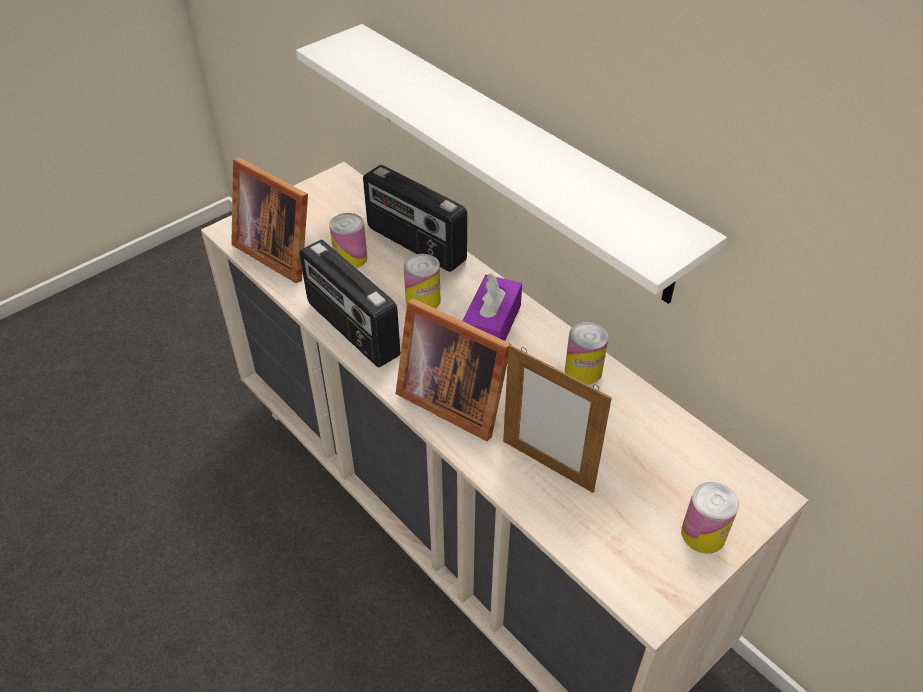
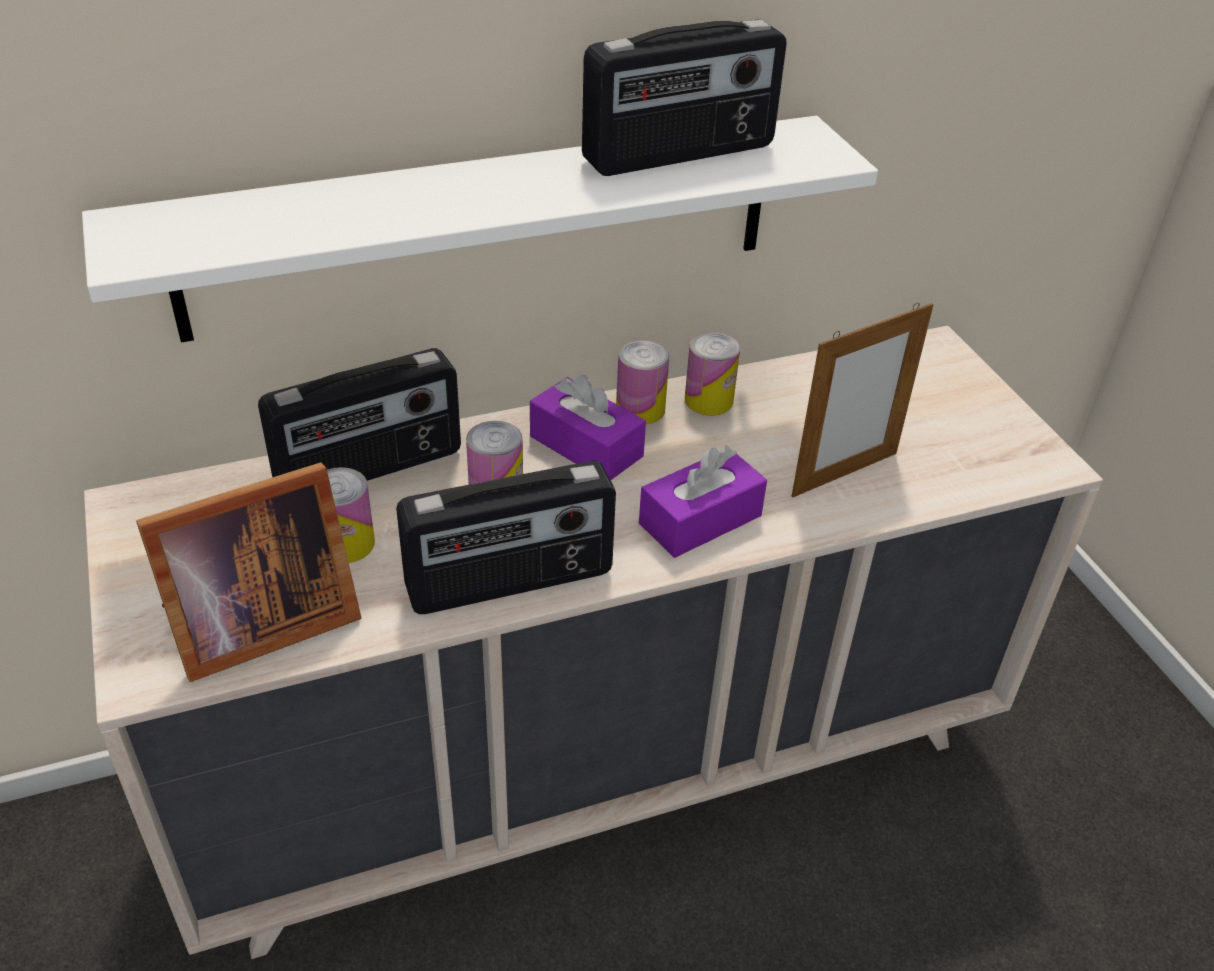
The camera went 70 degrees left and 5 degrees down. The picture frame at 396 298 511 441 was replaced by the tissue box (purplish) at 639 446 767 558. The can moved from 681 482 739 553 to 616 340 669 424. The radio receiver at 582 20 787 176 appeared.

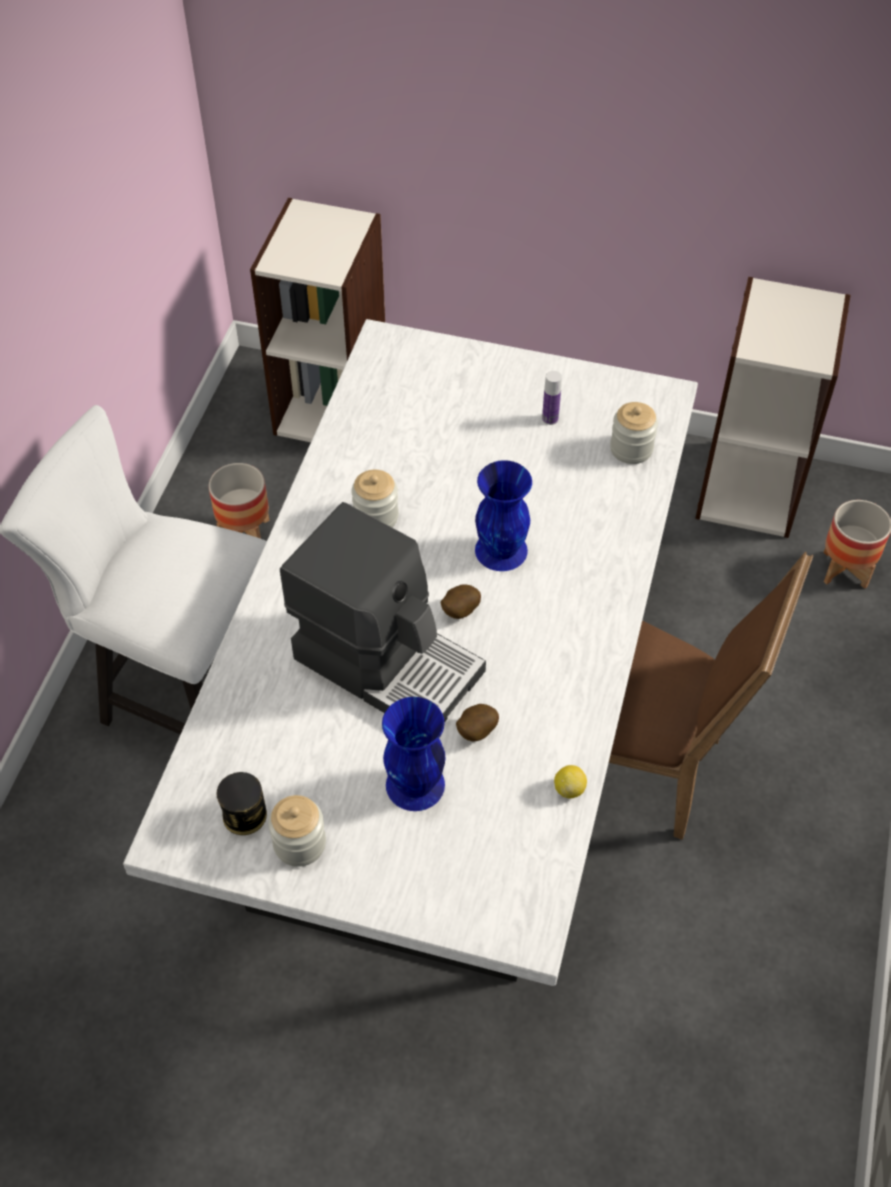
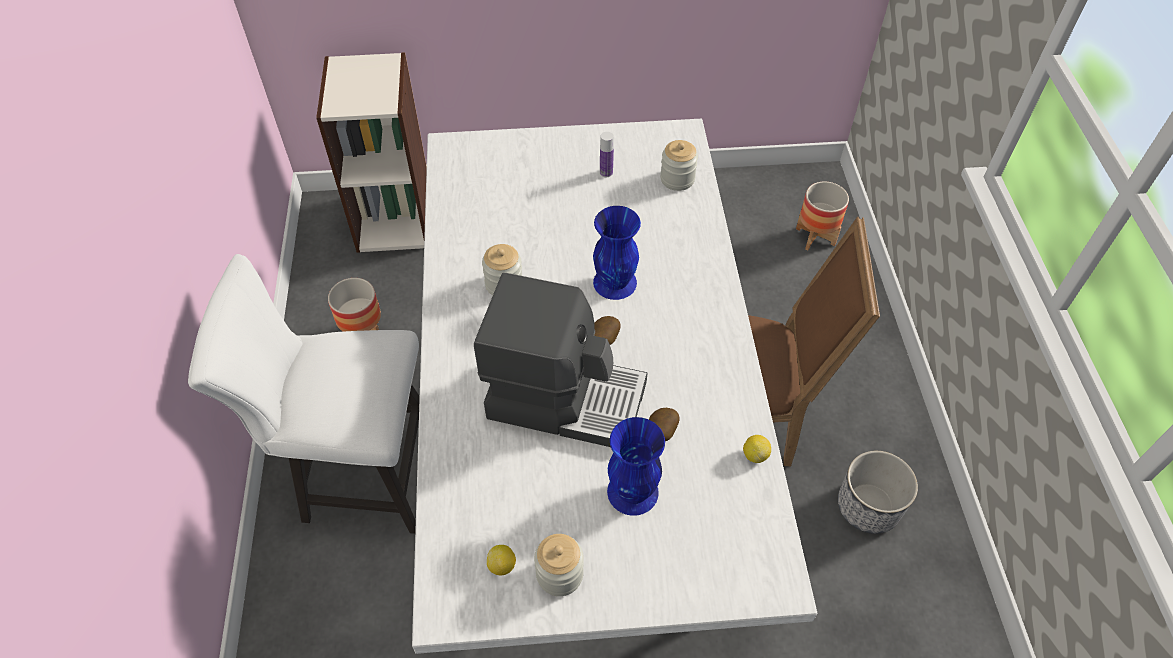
The camera went 20 degrees left and 0 degrees up. The bookshelf at 695 277 850 538 disappeared. The can at 216 772 267 835 was replaced by the whole lemon at 487 545 516 575. The plant pot at 838 451 918 534 appeared.

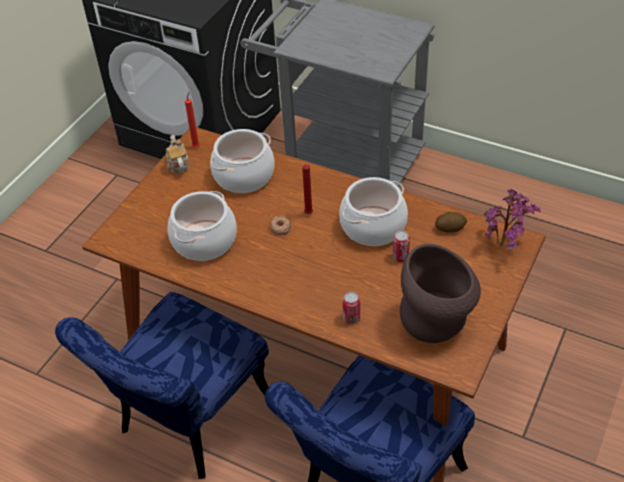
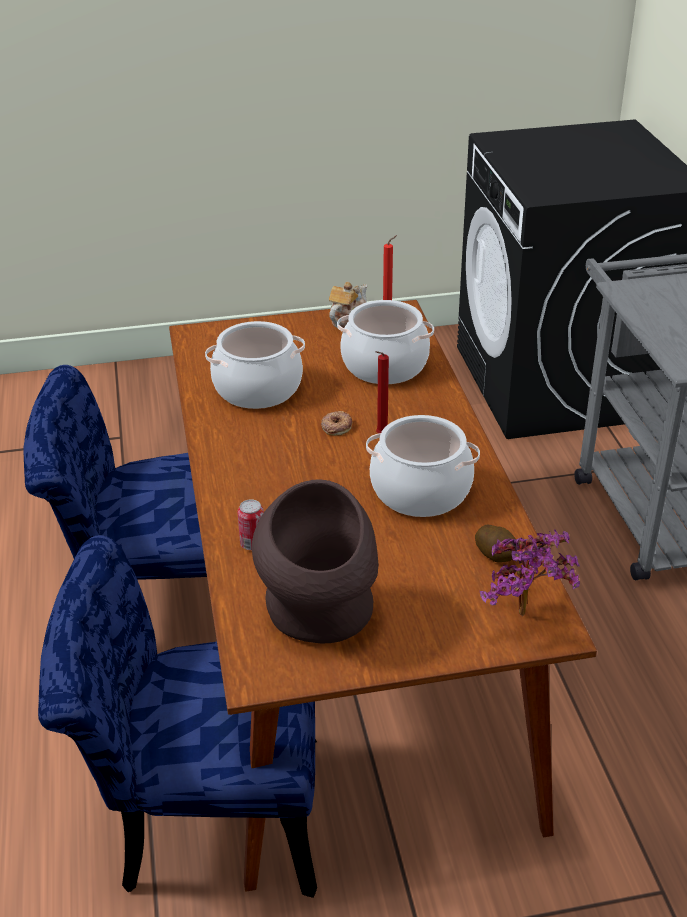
The camera went 50 degrees right and 10 degrees down. The can at 392 231 410 262 disappeared.

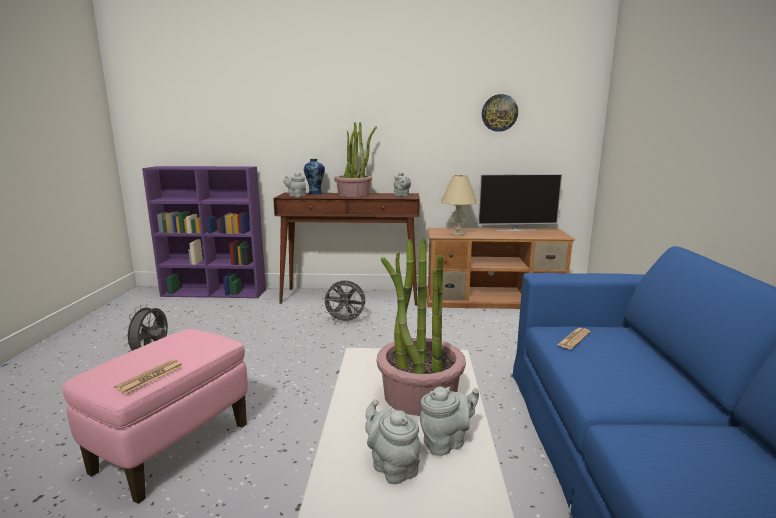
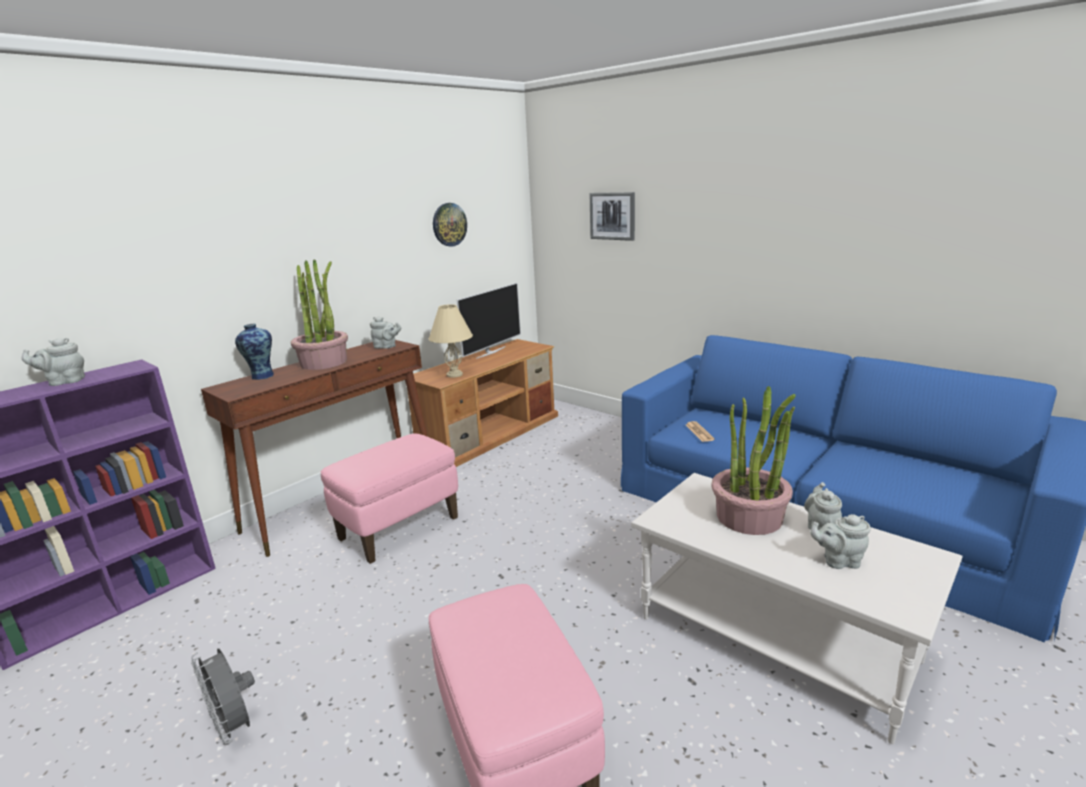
The camera went 50 degrees left and 5 degrees up. The pot for tea (gray) moved from 283 172 306 197 to 22 338 85 386. The electric fan (gray) at 322 281 367 323 was replaced by the footrest (pink-coloured) at 321 433 458 564. The printed paper at 114 360 183 394 disappeared. The wall picture at 590 192 635 241 appeared.

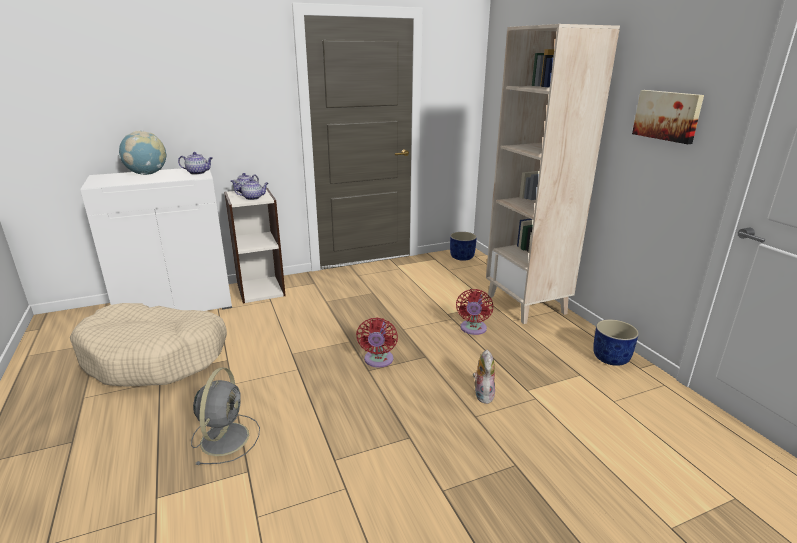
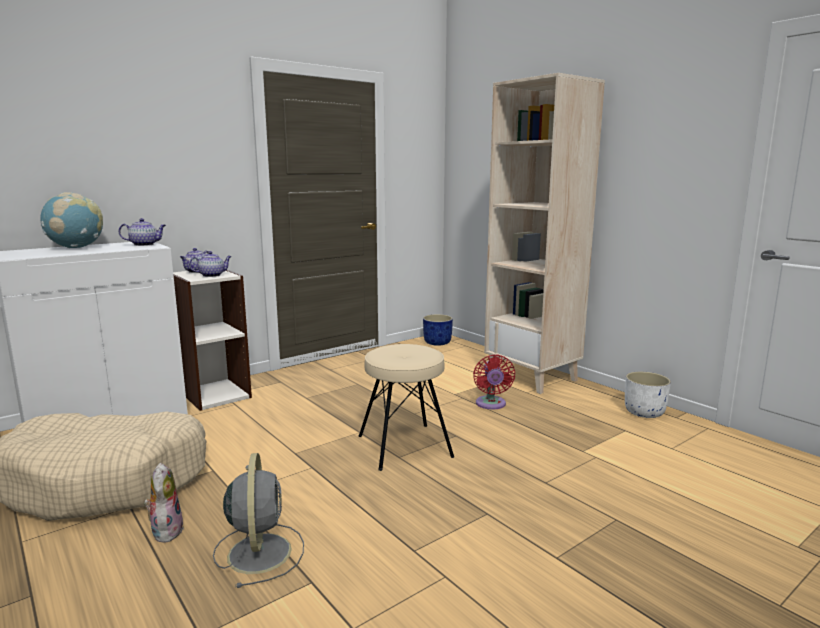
The camera went 15 degrees left and 10 degrees down. The wall picture at 632 90 704 144 disappeared. The electric fan (red) at 356 317 398 368 was replaced by the stool (beige) at 359 344 454 471. The plant pot (blue) at 593 319 639 366 became the plant pot (white-coloured) at 625 372 671 418. The cuddly toy moved from 473 350 495 404 to 144 463 184 543.

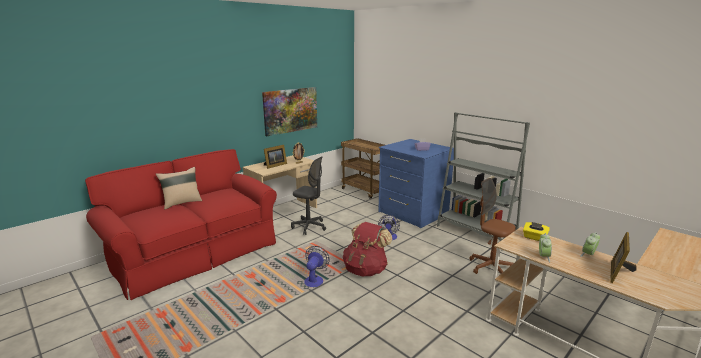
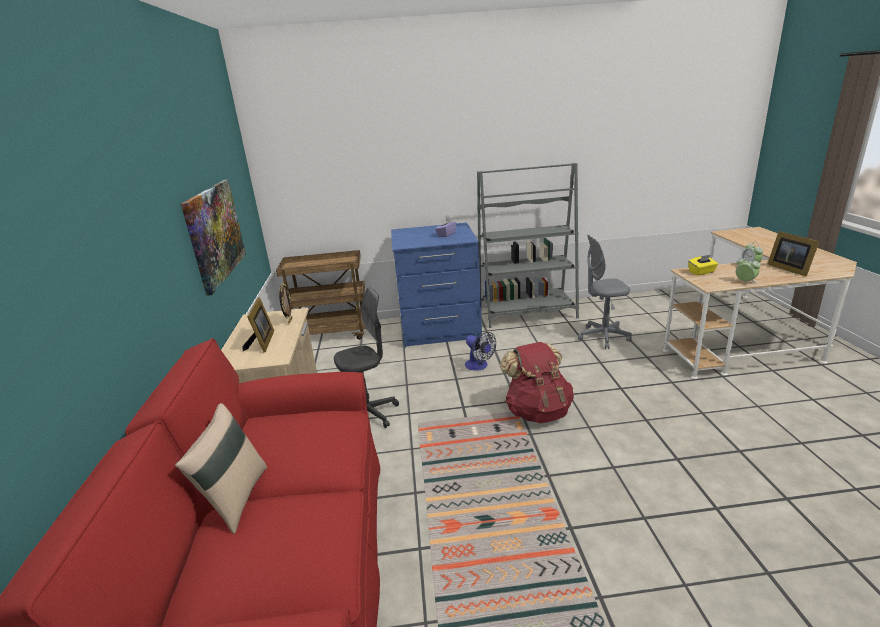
The camera went 50 degrees left and 5 degrees up. The desk chair (brownish) at 469 178 516 274 became the desk chair (gray) at 578 235 632 349. The electric fan at 304 246 330 288 disappeared.

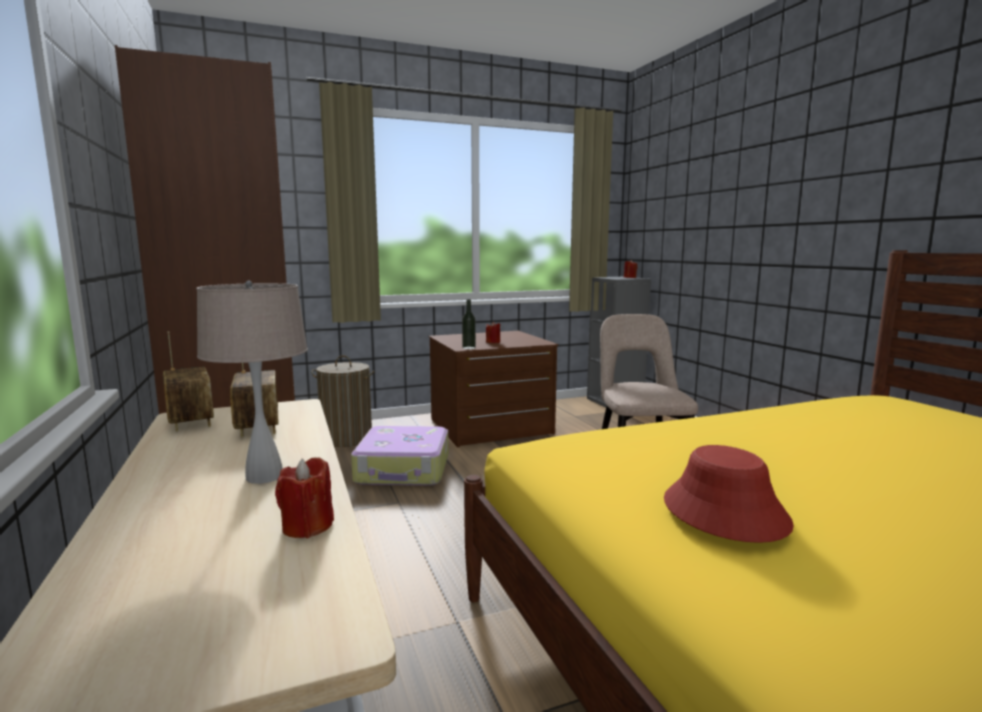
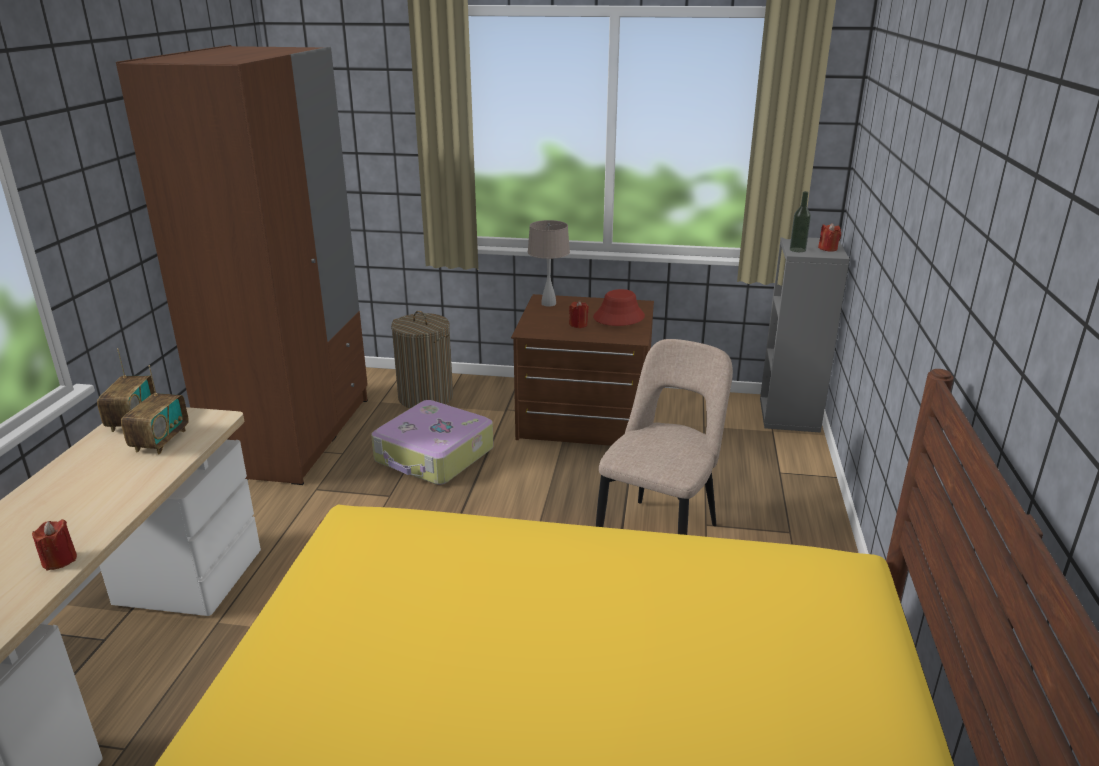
The camera went 30 degrees right and 15 degrees up. The tabletop lamp (beige) moved from 196 281 308 484 to 528 220 570 307. The beverage bottle moved from 462 299 476 349 to 790 191 811 252. The clothing hat (red) moved from 664 445 794 543 to 593 289 645 326.

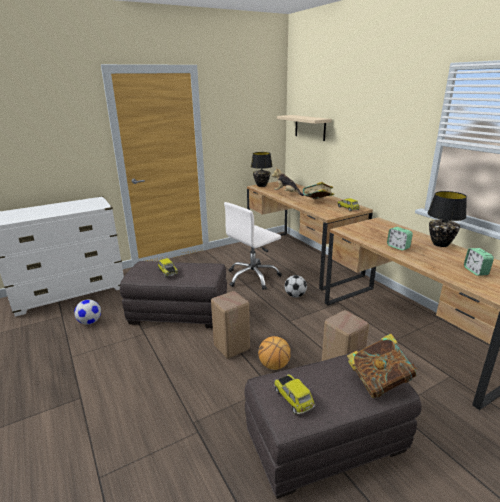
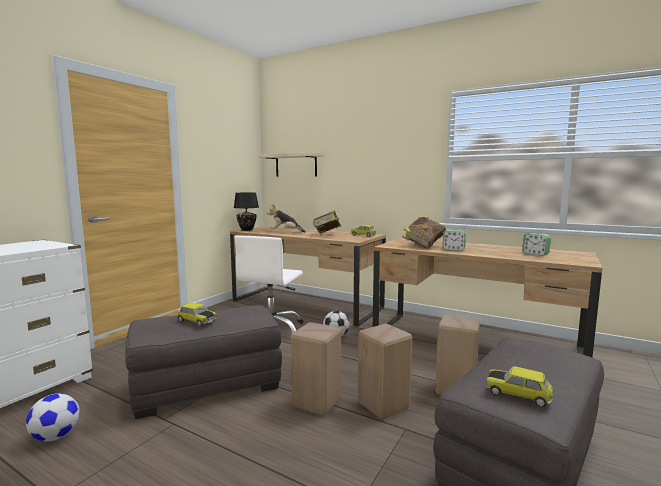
The camera went 30 degrees left and 15 degrees down. The tabletop lamp (black) at 428 191 467 247 disappeared. The bound book moved from 347 333 417 398 to 402 214 446 249. The basketball at 258 336 291 370 was replaced by the stool (beige) at 358 324 412 419.

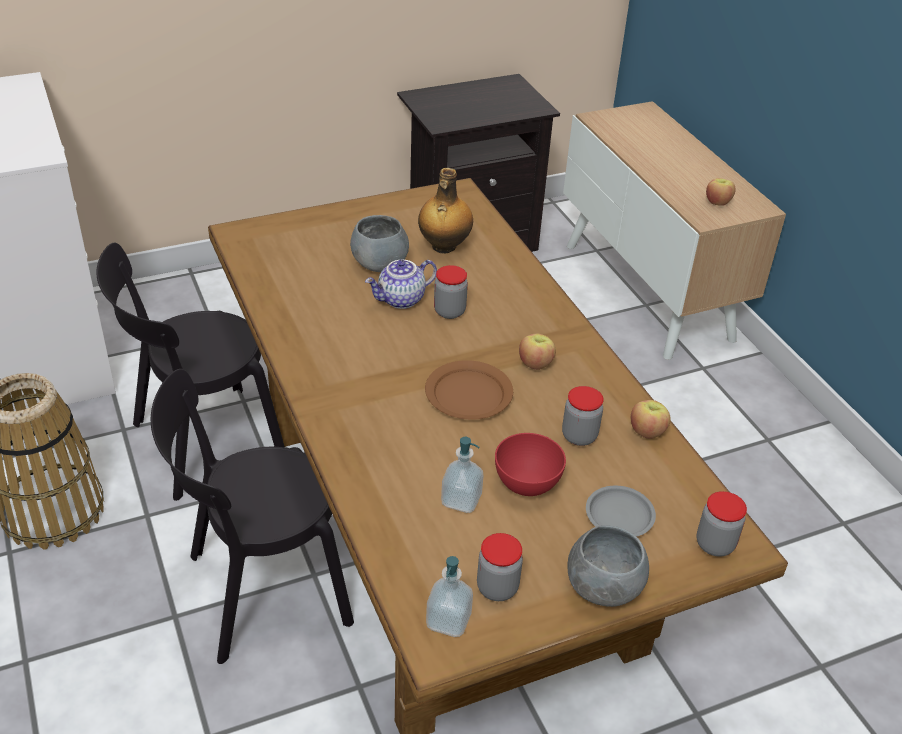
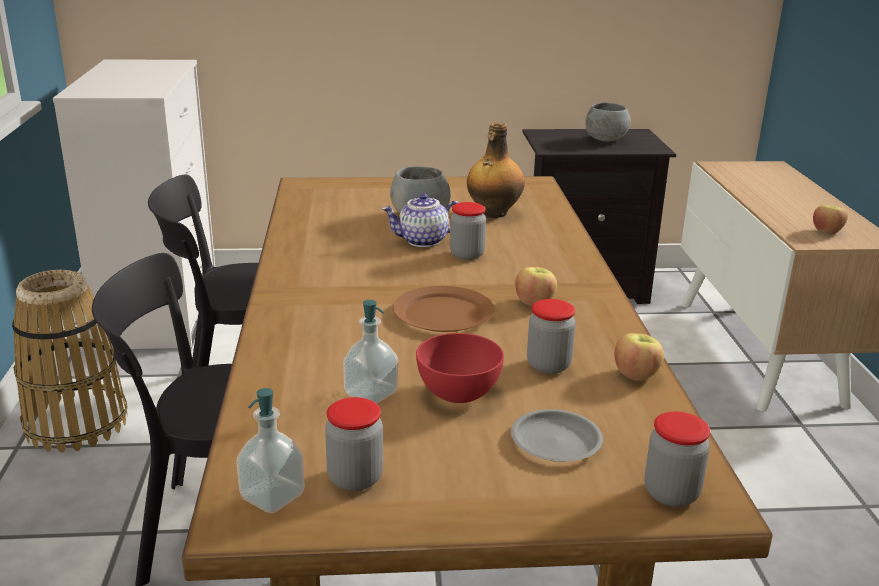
The camera went 20 degrees right and 15 degrees down. The serving bowl (gray) moved from 568 525 649 607 to 585 102 631 142.

